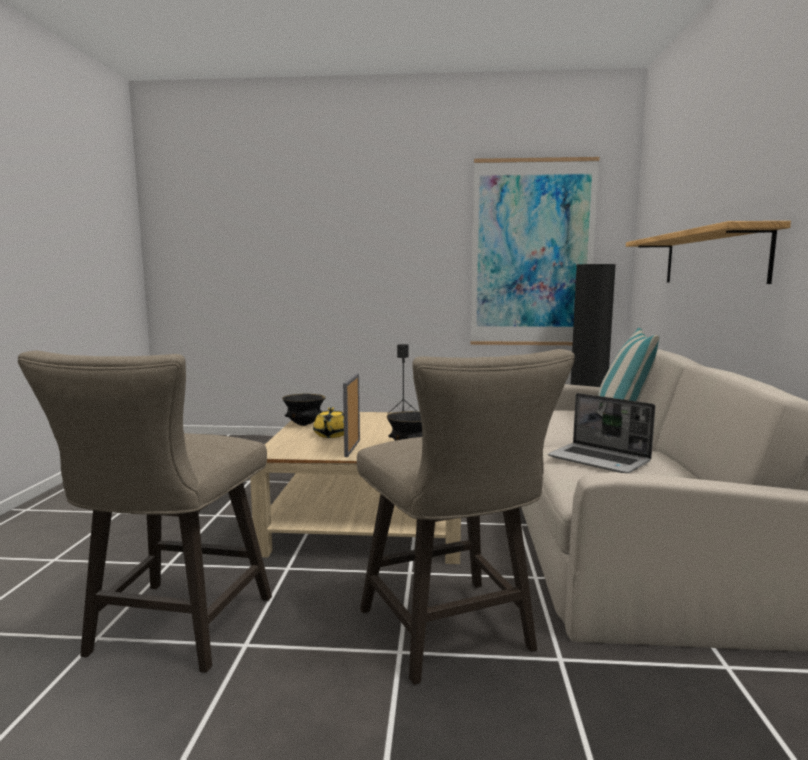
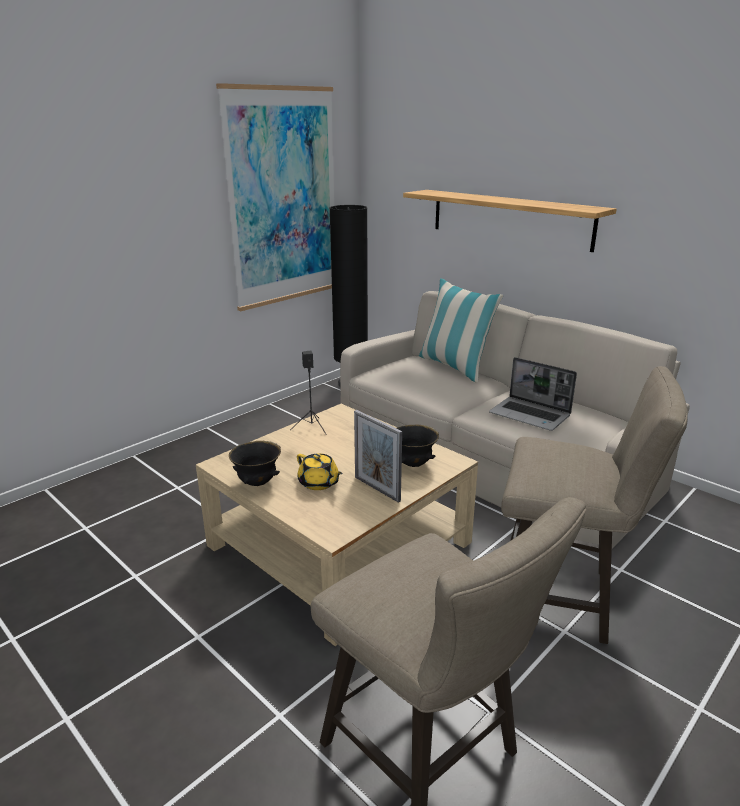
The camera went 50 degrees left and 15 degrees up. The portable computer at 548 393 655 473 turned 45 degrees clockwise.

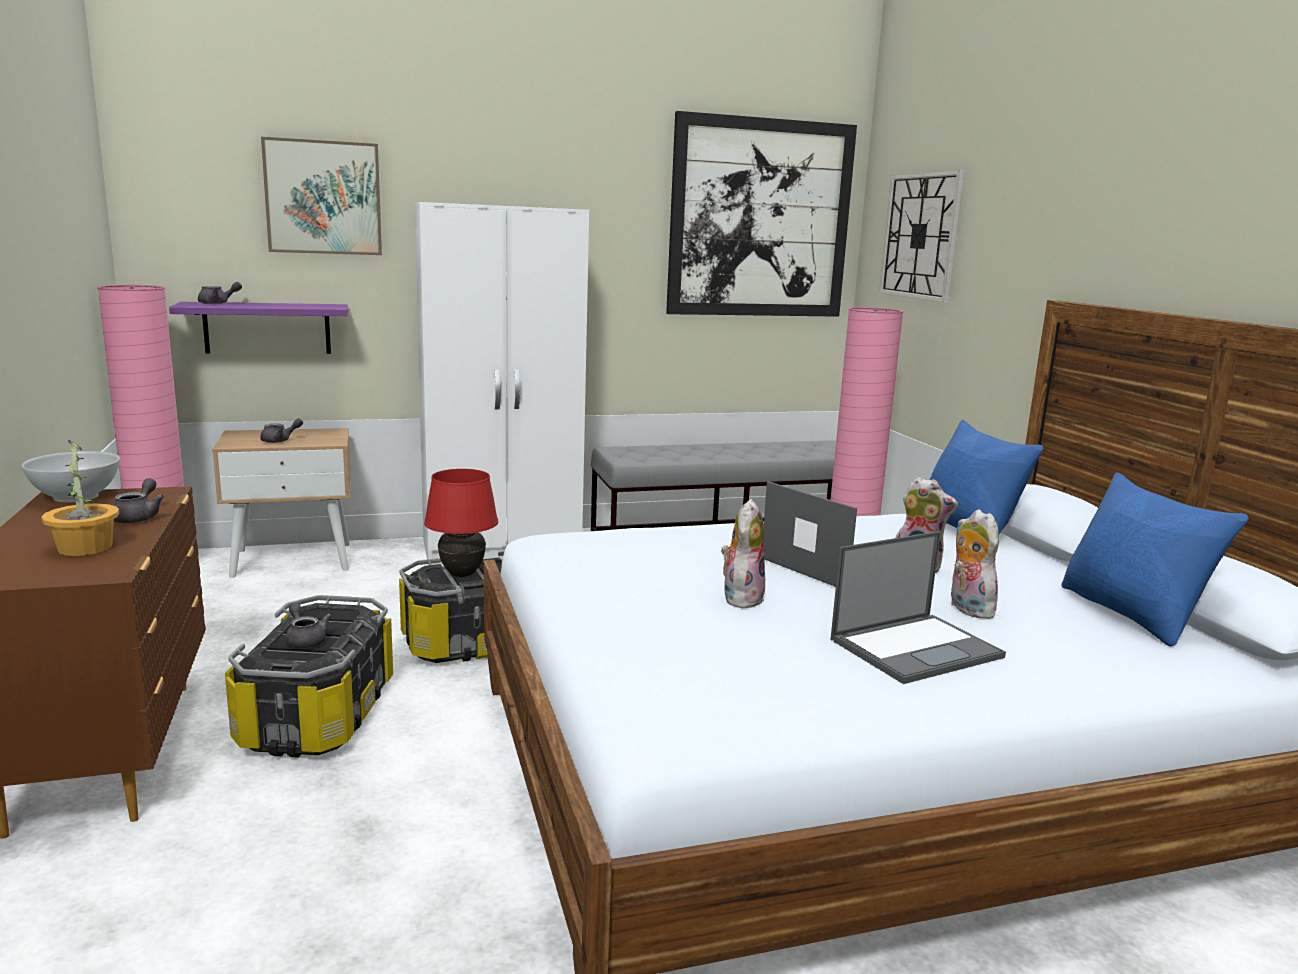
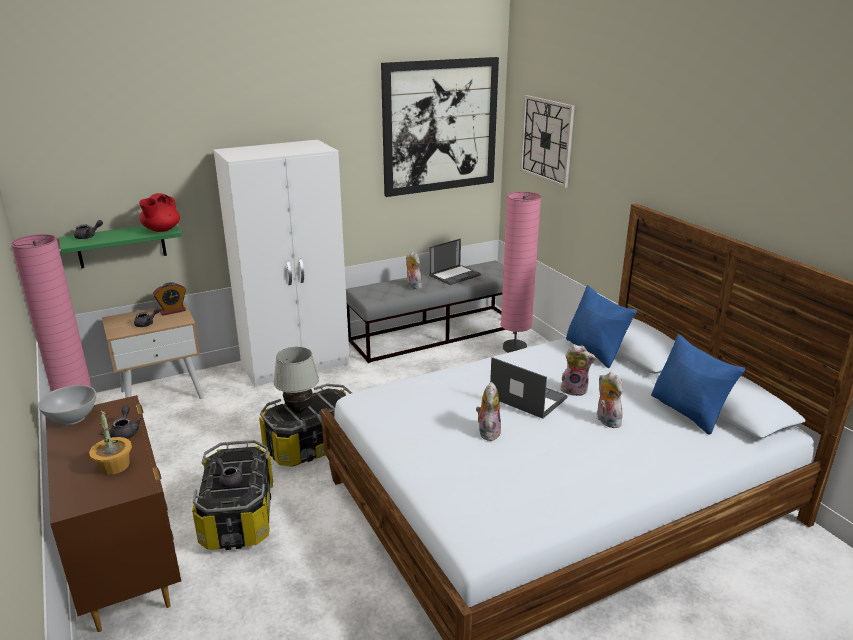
The camera went 10 degrees left and 10 degrees up. The wall picture at 261 137 382 255 disappeared. The bracket shelf (purplish) at 169 302 348 354 became the bracket shelf (green-coloured) at 59 225 182 269. The tabletop lamp (red) at 424 469 498 577 became the tabletop lamp (white-coloured) at 274 347 319 413. The portable computer moved from 831 531 1006 684 to 429 239 481 285. The pot for tea (red) at 139 193 180 232 appeared. The cuddly toy at 406 252 423 289 appeared. The table clock at 153 282 186 316 appeared.

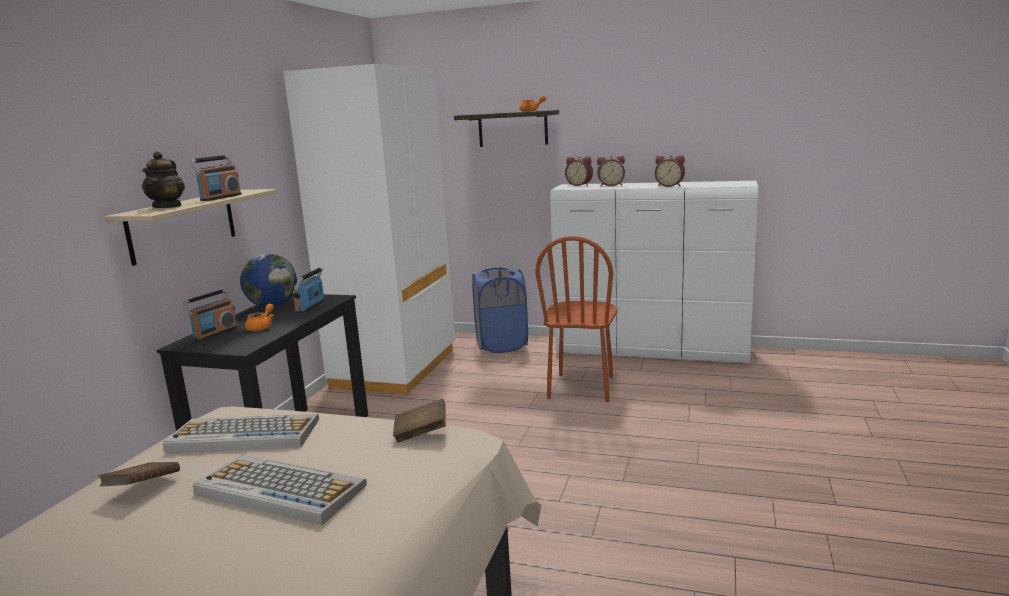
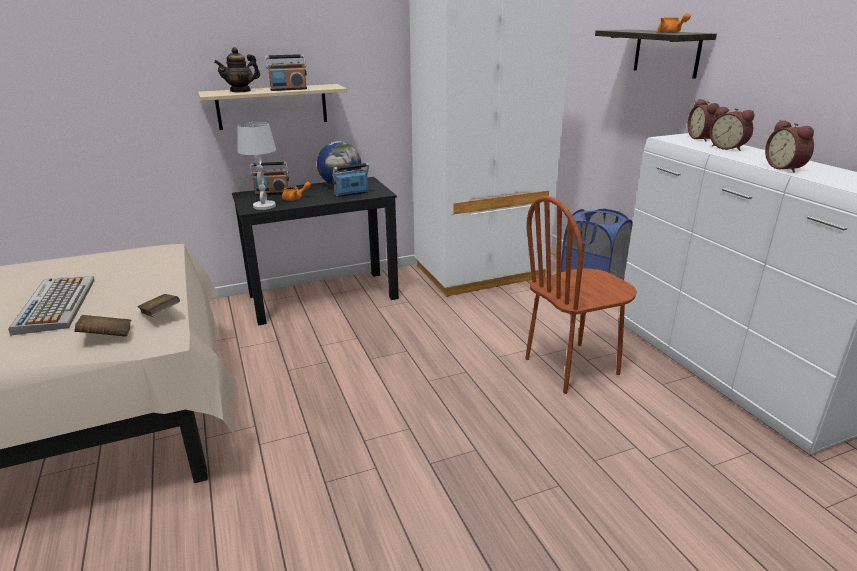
The camera went 50 degrees right and 10 degrees up. The keyboard at 163 414 319 453 disappeared. The bound book (brownish) moved from 98 462 180 487 to 74 315 131 337. The tabletop lamp (white-coloured) at 237 122 276 210 appeared.

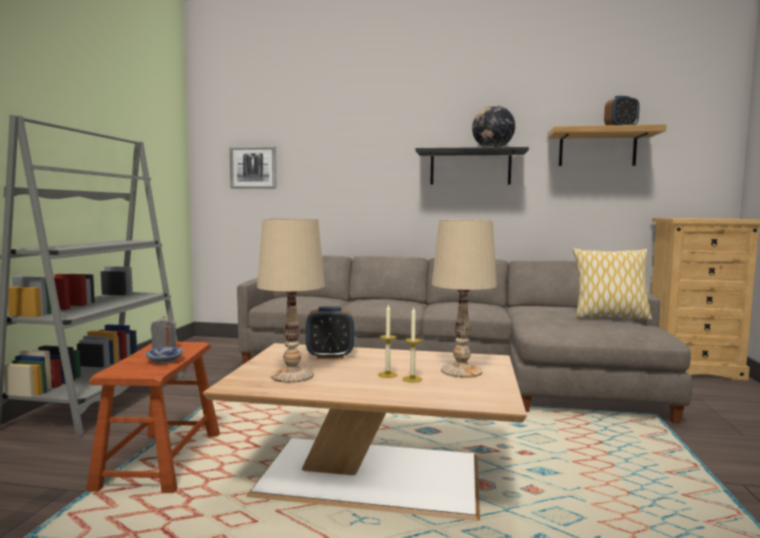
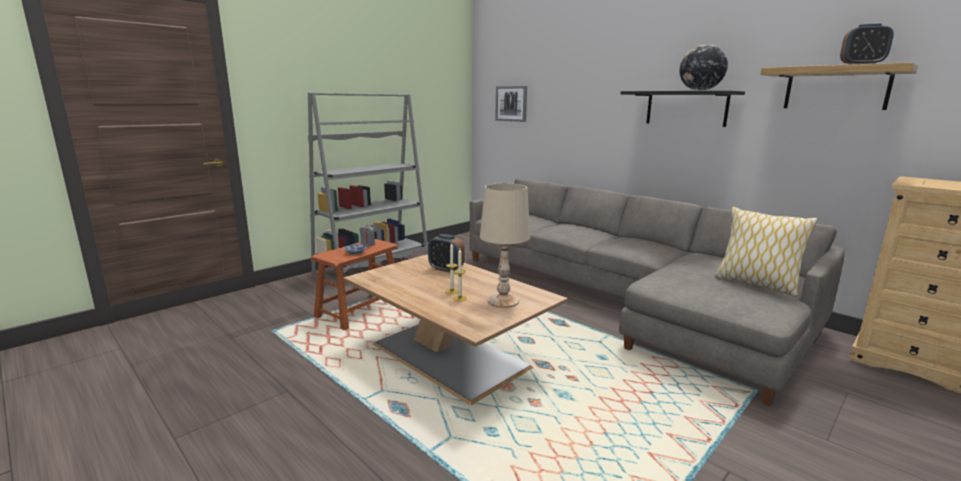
The camera went 35 degrees right and 10 degrees up. The tabletop lamp (beige) at 257 219 325 383 disappeared.

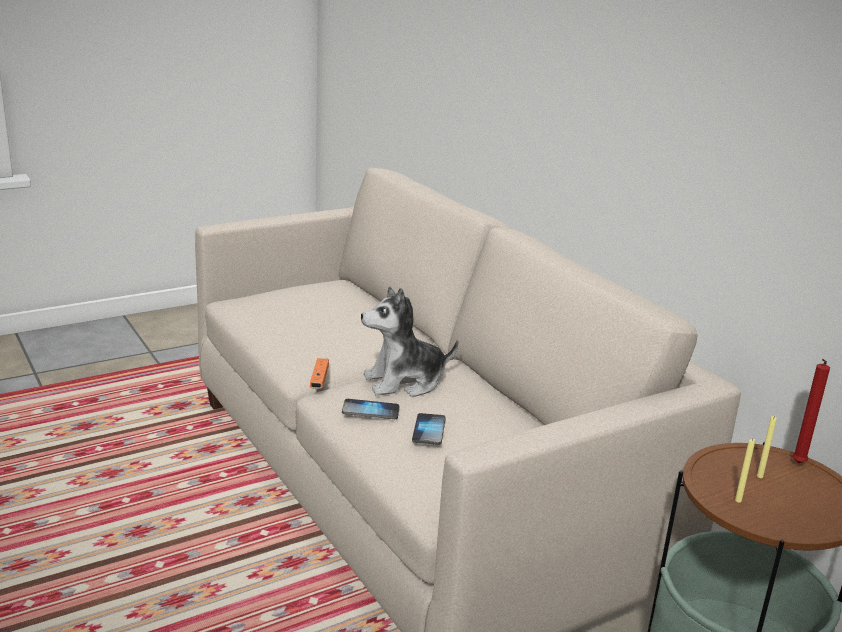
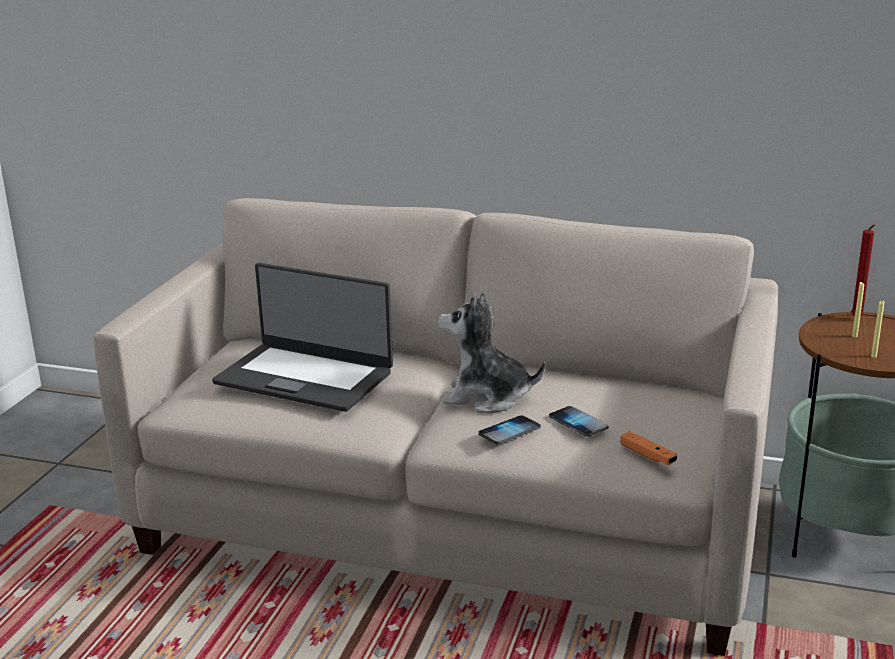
The camera went 40 degrees left and 0 degrees up. The cuddly toy at 361 286 459 397 turned 75 degrees clockwise. The gamepad (orange-coloured) moved from 310 358 329 389 to 620 431 677 465. The portable computer at 212 263 393 412 appeared.

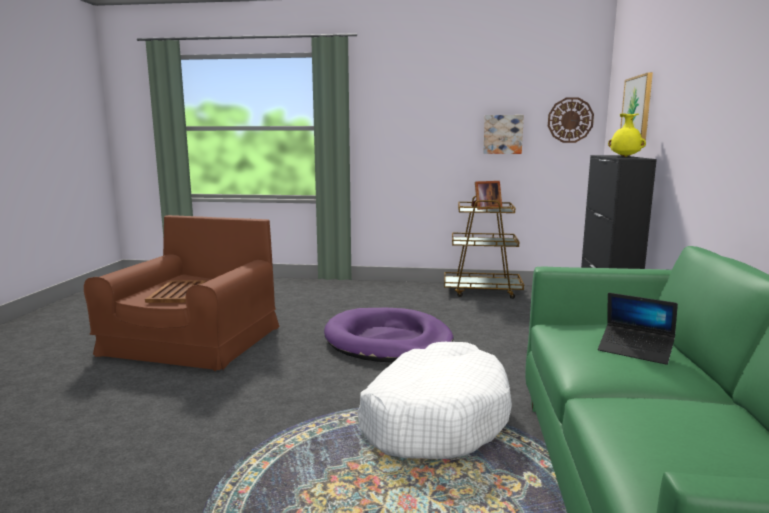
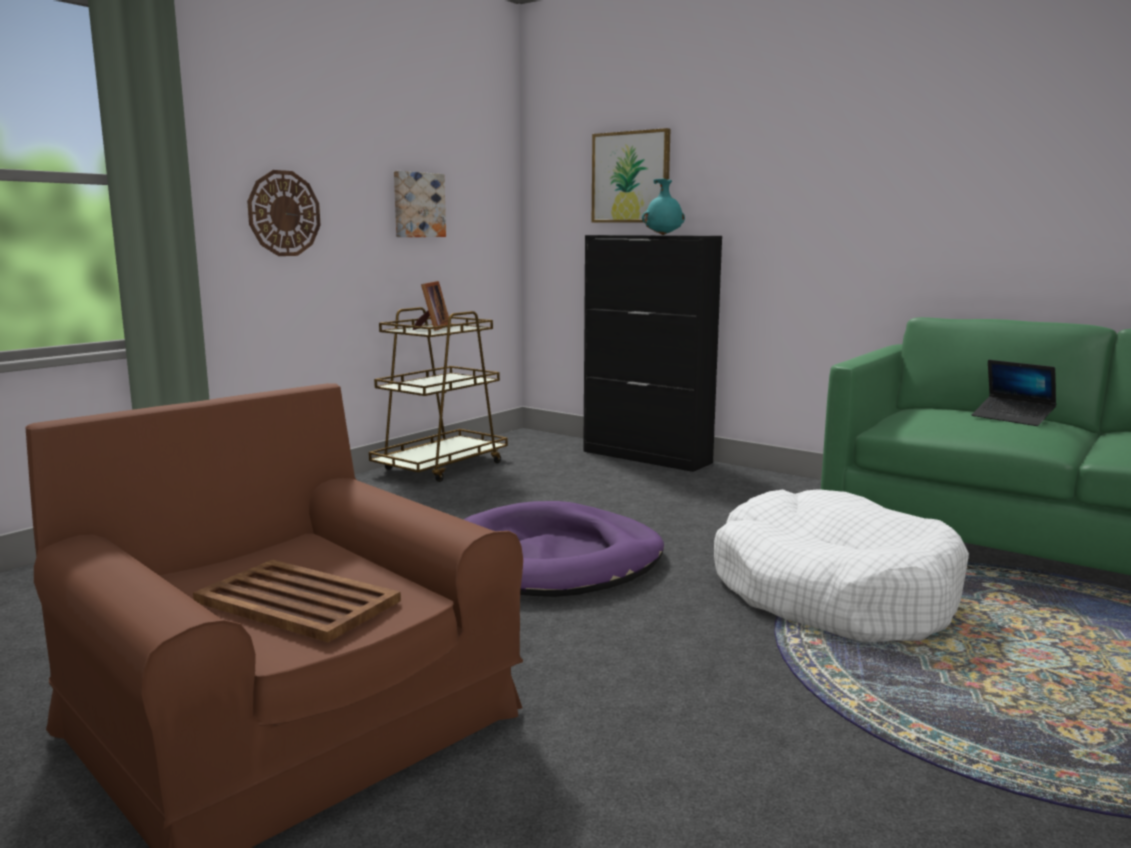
The camera went 60 degrees left and 0 degrees up. The hanging clock moved from 548 97 594 143 to 247 170 320 256. The vase (yellow) at 608 114 646 157 became the vase (turquoise-coloured) at 642 179 685 235. The portable computer at 598 293 678 365 turned 75 degrees clockwise.

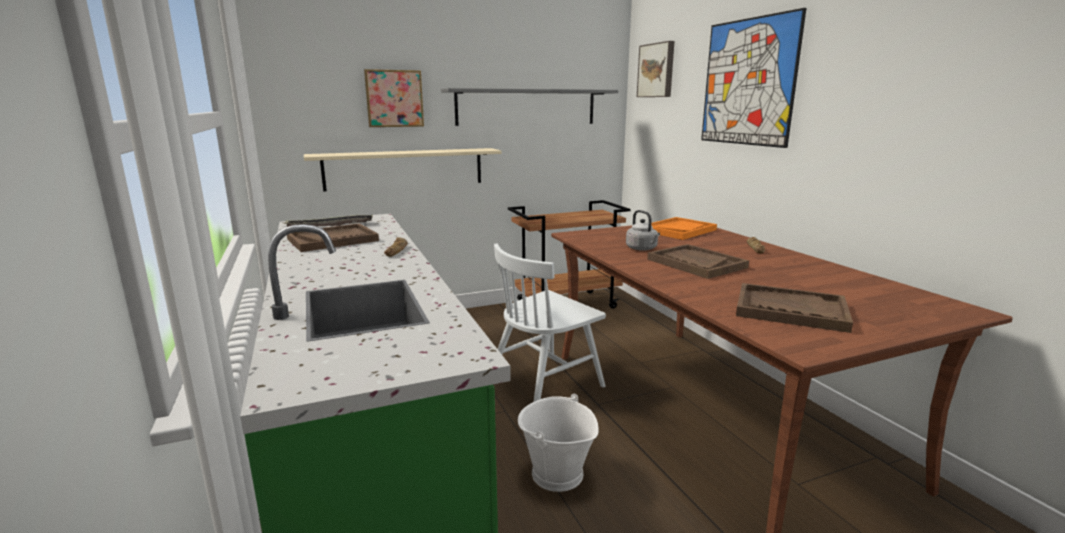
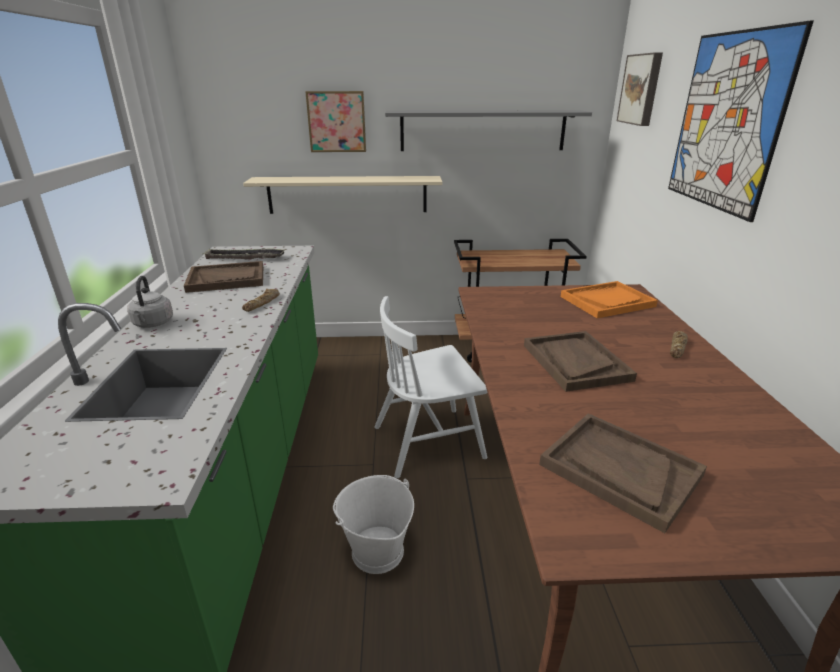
The camera went 20 degrees right and 10 degrees up. The water kettle (gray) moved from 626 210 660 251 to 127 276 173 328.

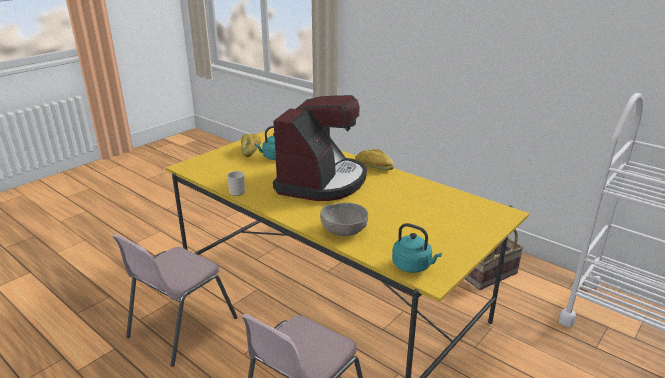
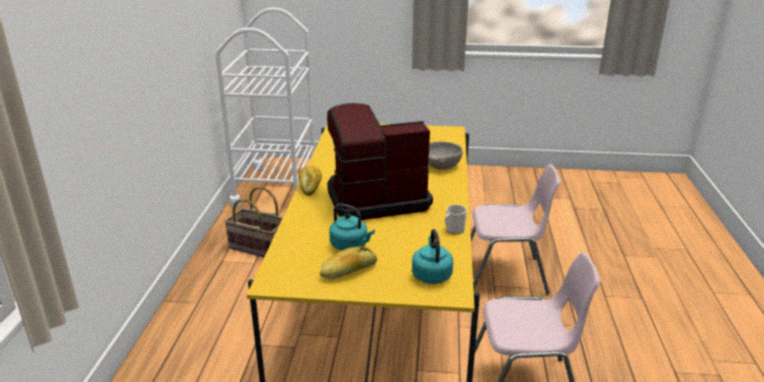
The camera went 125 degrees left and 0 degrees up. The water kettle (turquoise-coloured) moved from 392 223 442 273 to 412 229 453 284.

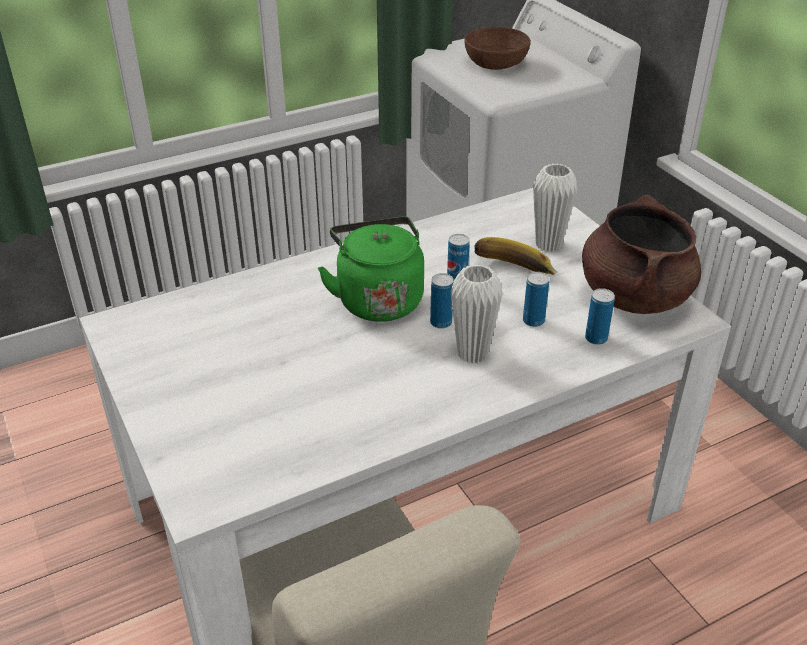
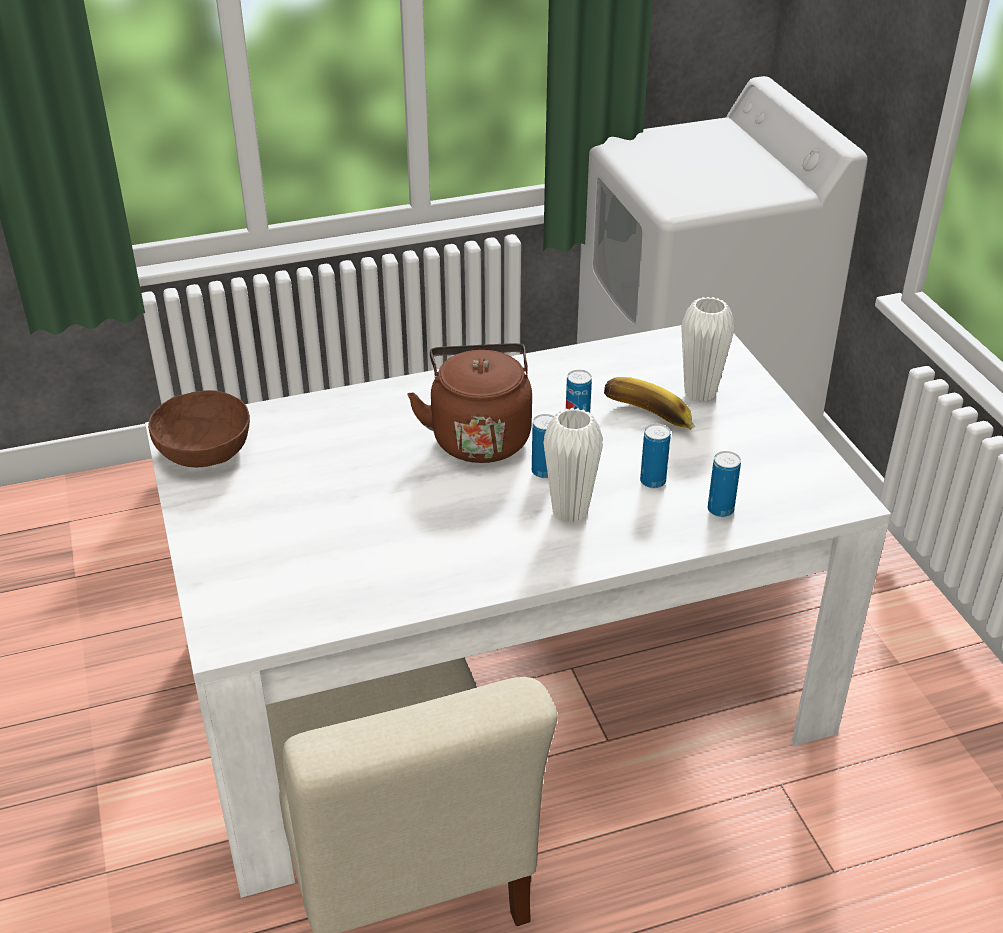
The camera went 10 degrees right and 0 degrees up. The serving bowl (brownish) moved from 464 27 531 70 to 148 390 250 468. The saucepot (brownish) at 582 195 701 314 disappeared. The water kettle (green-coloured) at 318 217 424 322 became the water kettle (brownish) at 407 343 532 463.

